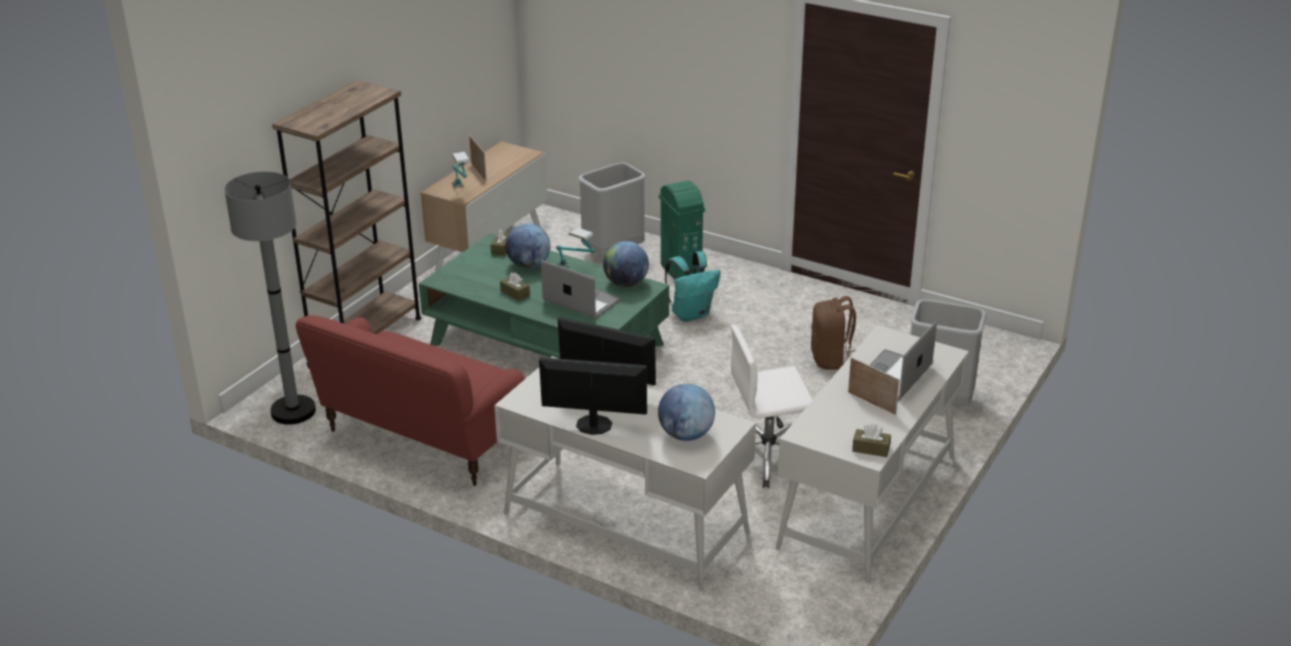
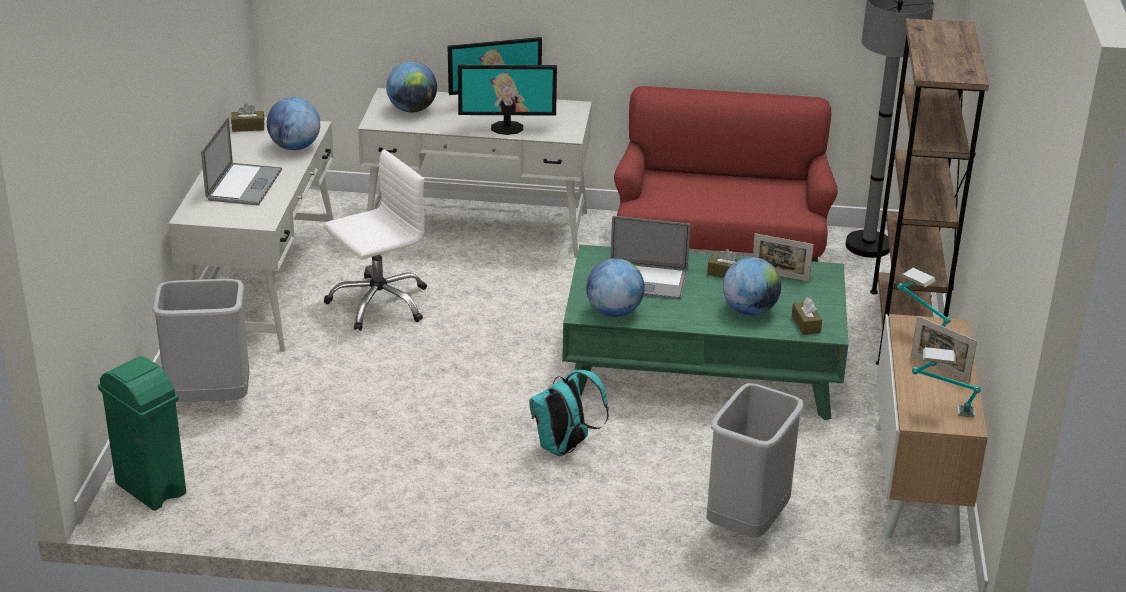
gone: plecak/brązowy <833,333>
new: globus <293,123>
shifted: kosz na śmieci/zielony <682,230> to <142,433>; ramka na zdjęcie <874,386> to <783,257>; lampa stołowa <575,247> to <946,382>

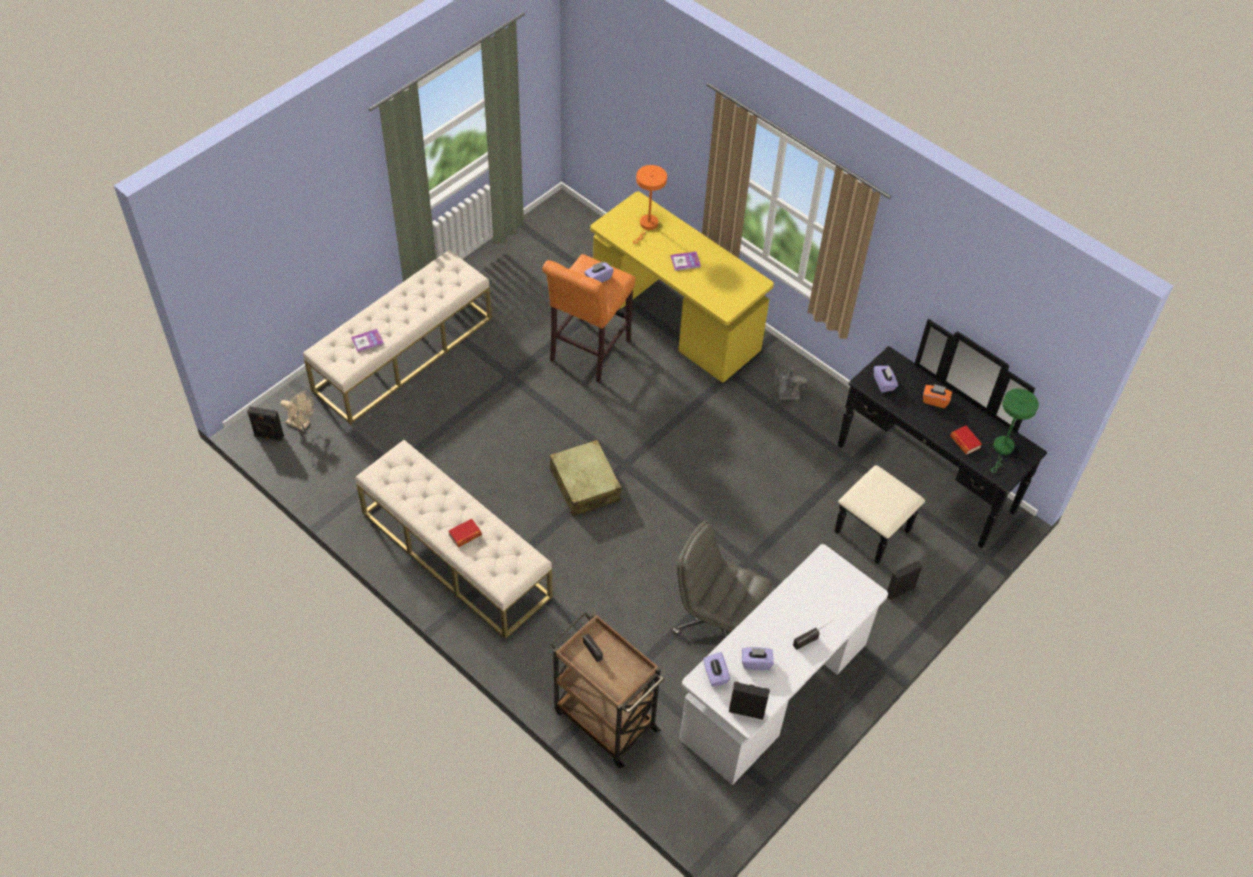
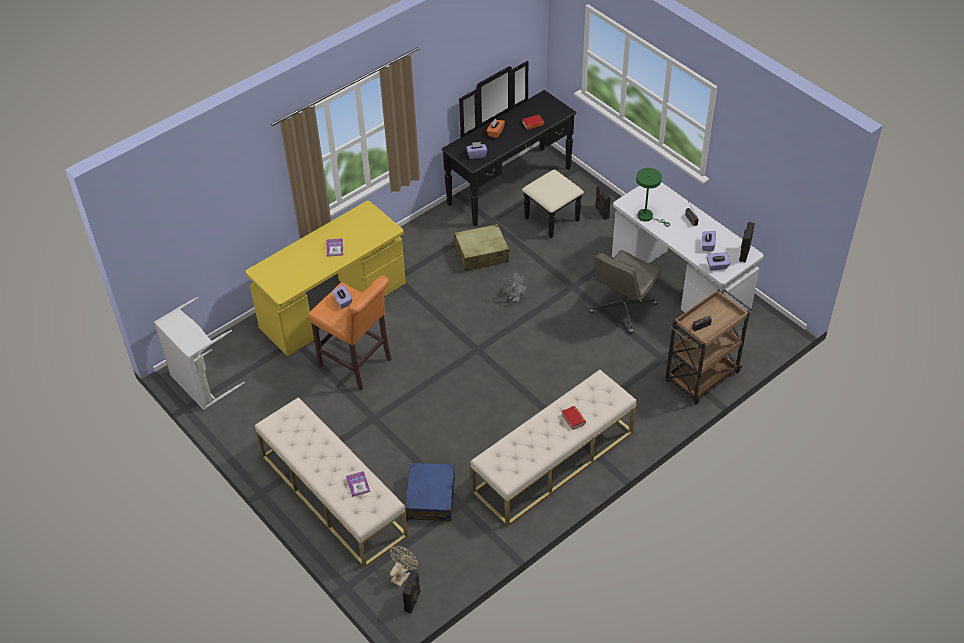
gone: lampa stołowa/pomarańczowy <650,204>
new: kosz na pranie/szary <199,353>; walizka/niebieski <430,492>
shifted: walizka/beżowy <585,478> to <481,247>; wentylator/szary <790,380> to <514,287>; lampa stołowa/zielony <1015,430> to <653,197>

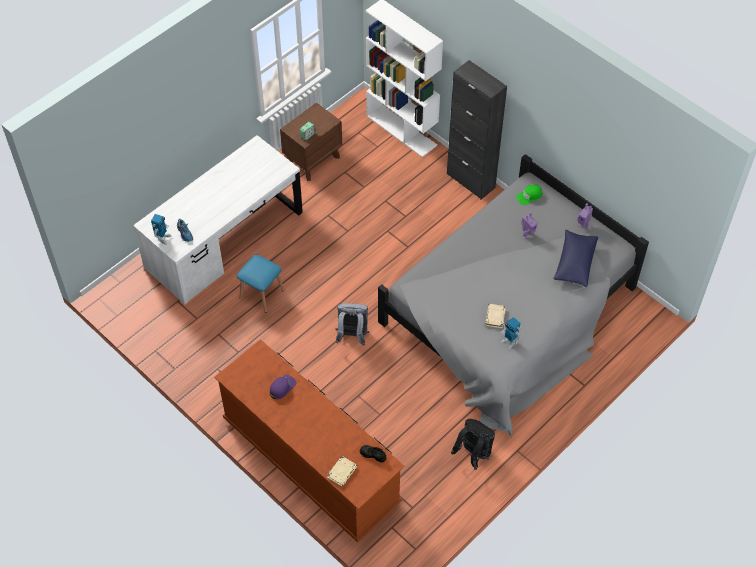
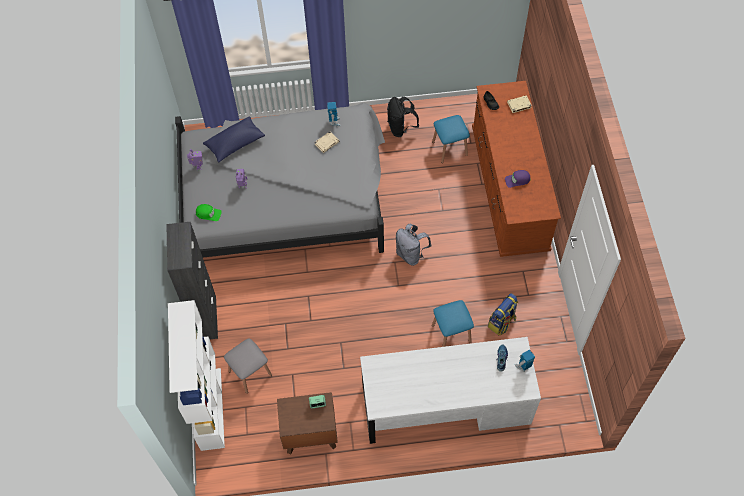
new: stołek/szary <248,366>; stołek/niebieski <451,139>; plecak <503,314>

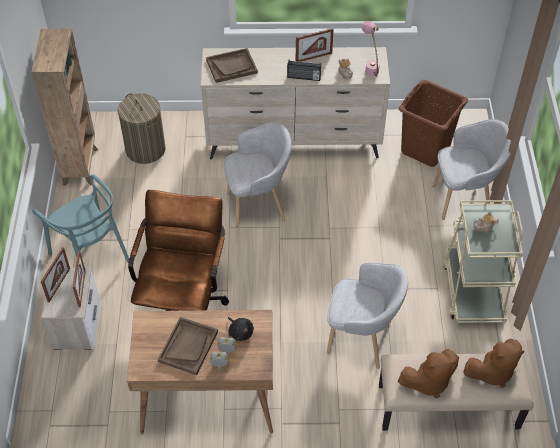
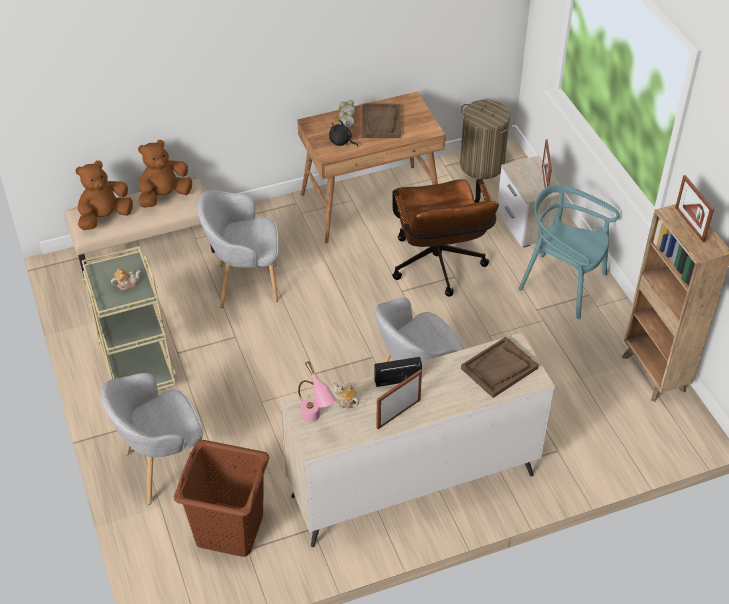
shifted: kosz na pranie <142,128> to <486,139>; ramka na zdjęcie <79,278> to <694,208>

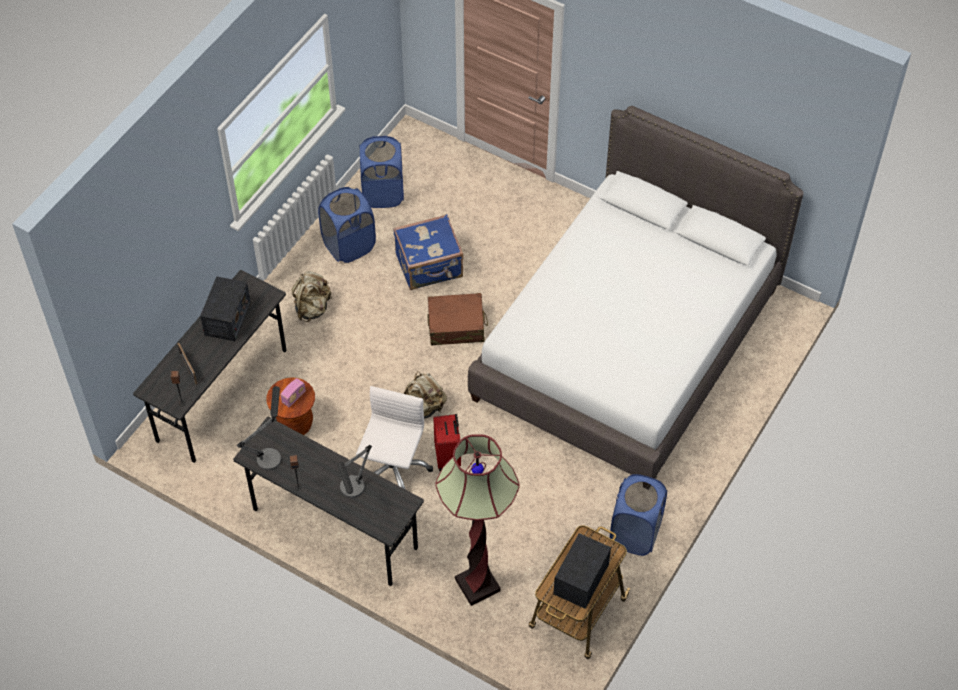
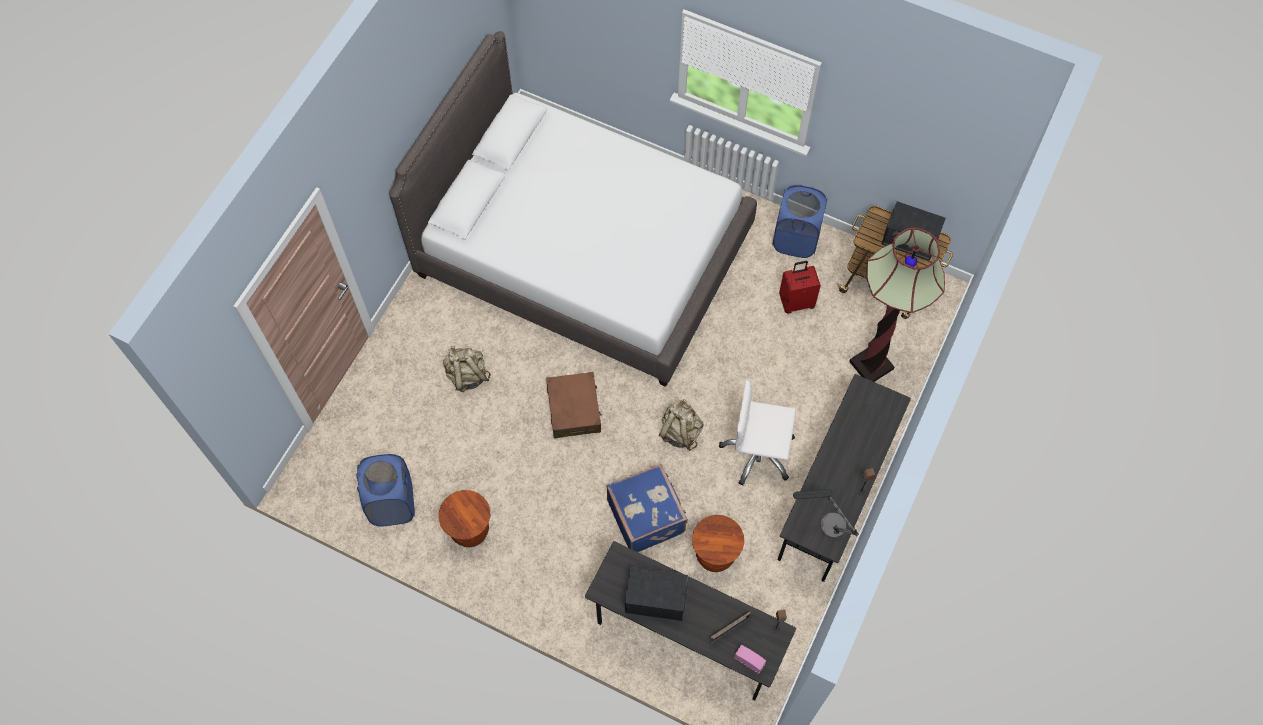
gone: lampa stołowa <355,471>
shifted: plecak/beżowy <312,296> to <467,369>; walizka/niebieski <428,252> to <647,508>; radio <293,392> to <750,659>; walizka/czerwony <447,442> to <800,287>
swapped: kosz na pranie/niebieski <347,225> to stołek/brązowy <464,518>

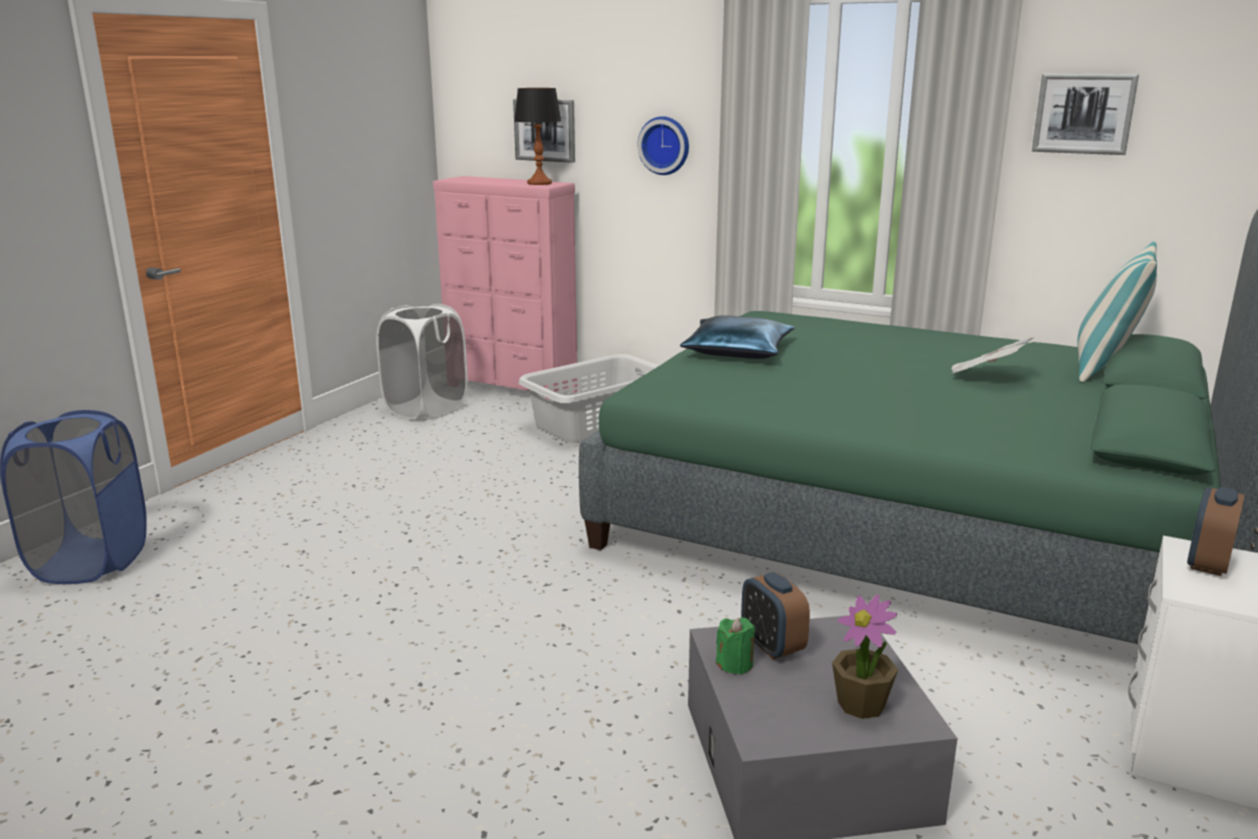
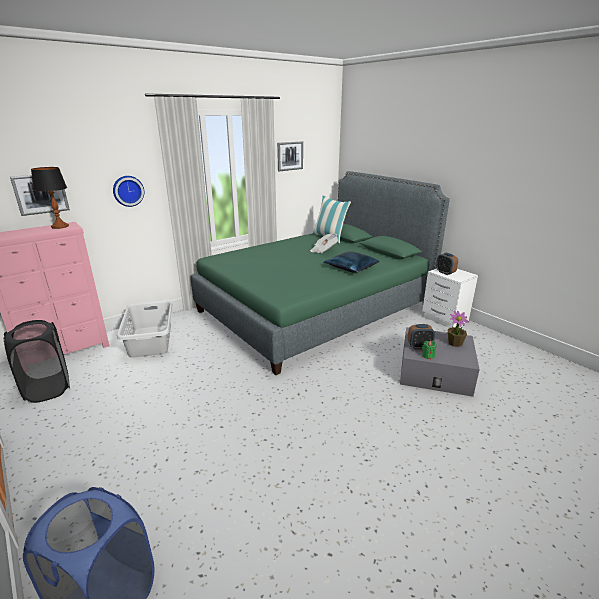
shifted: poduszka/niebieski <737,337> to <351,261>
repainted: kosz na pranie/biały <422,362> to kosz na pranie/czarny <36,361>

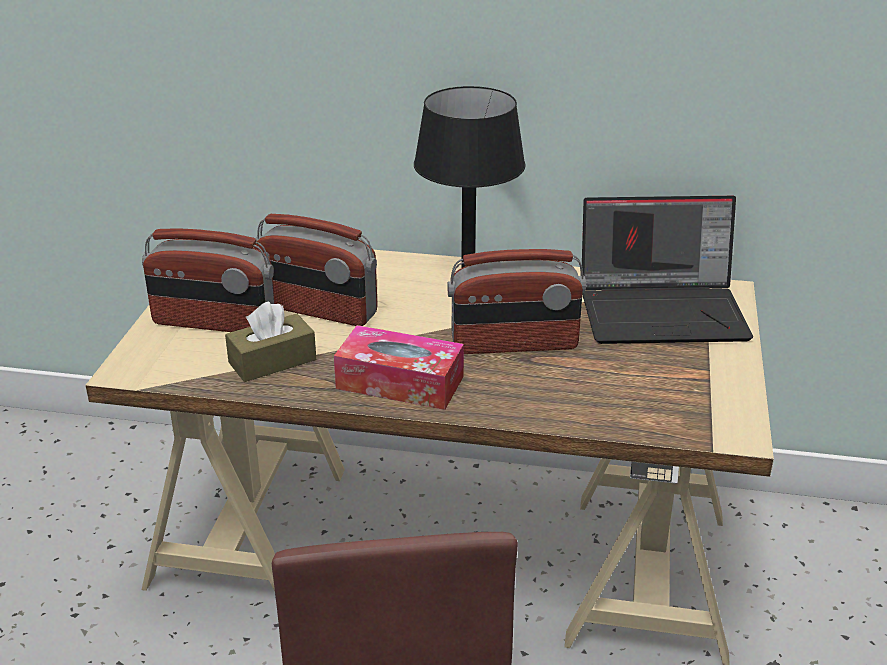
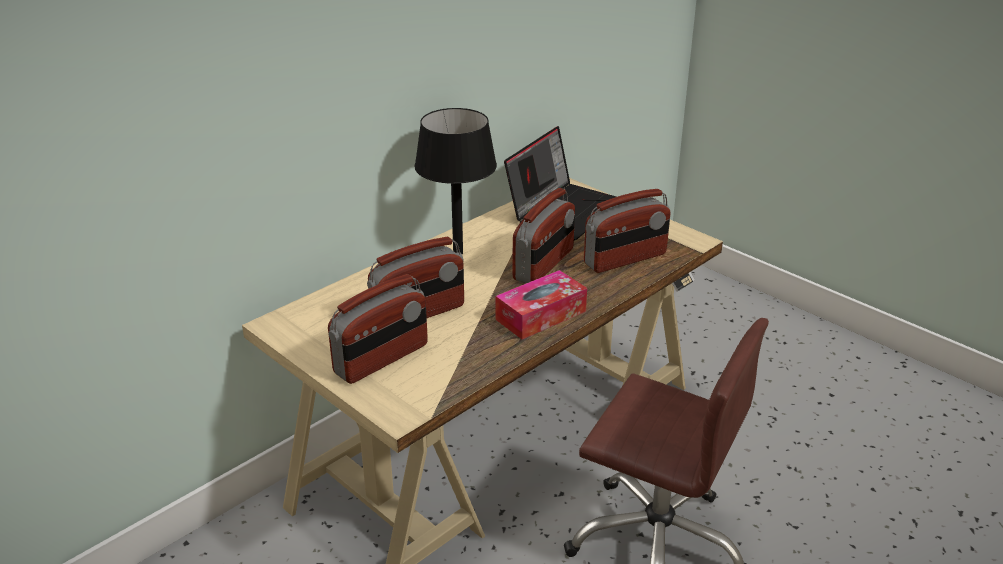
gone: pudełko chusteczek/brązowy <270,341>
new: radio <627,231>

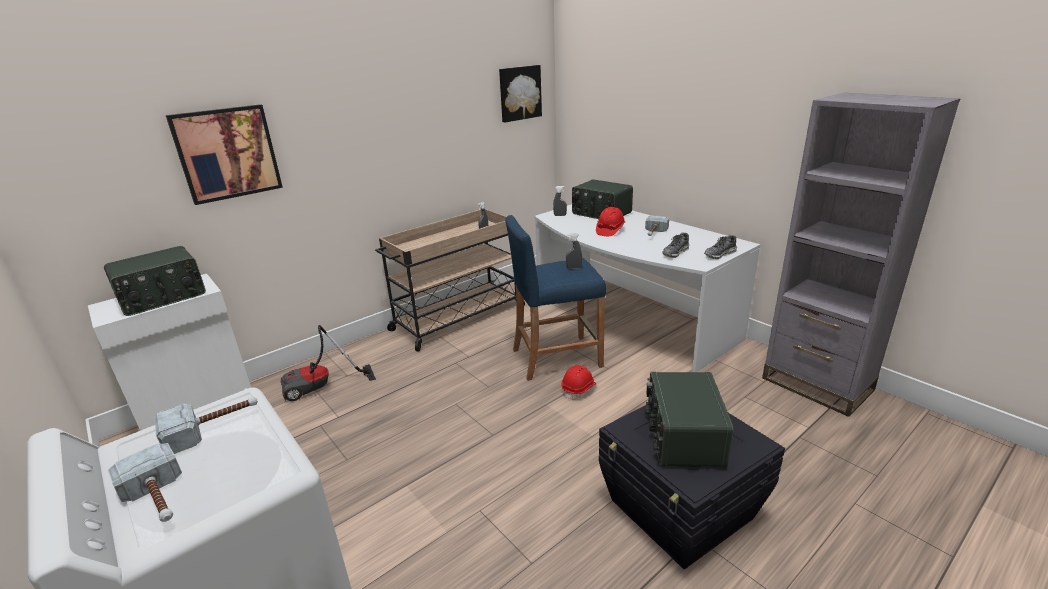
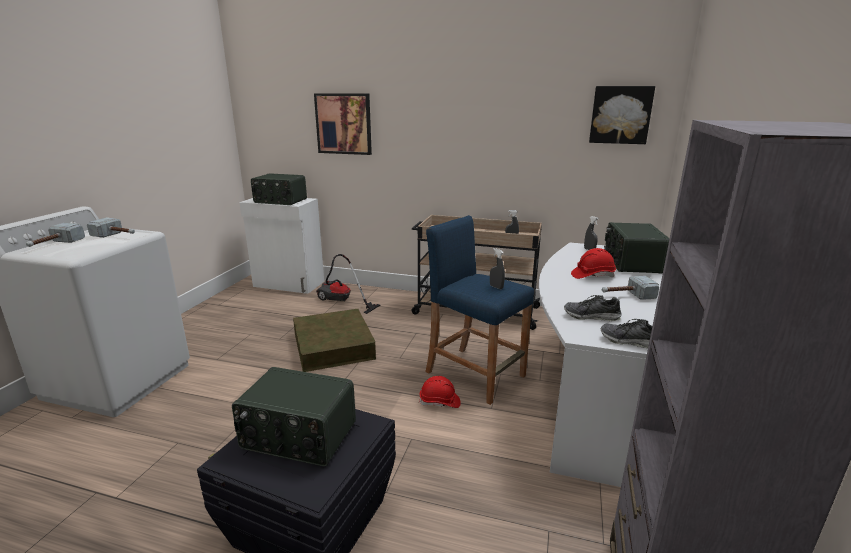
new: pojemnik do przechowywania/brązowy <334,340>
rotated: radio <689,420> = <294,416> 135 degrees counterclockwise

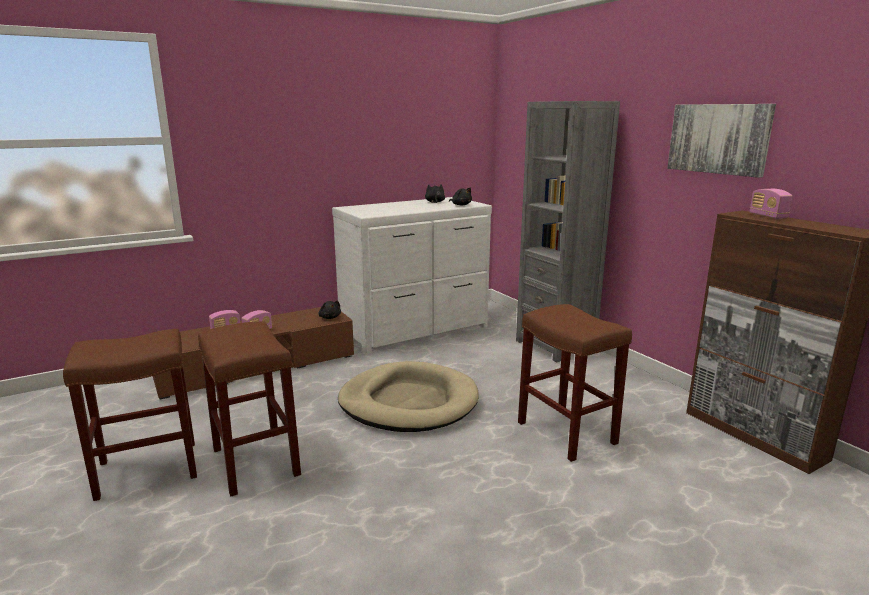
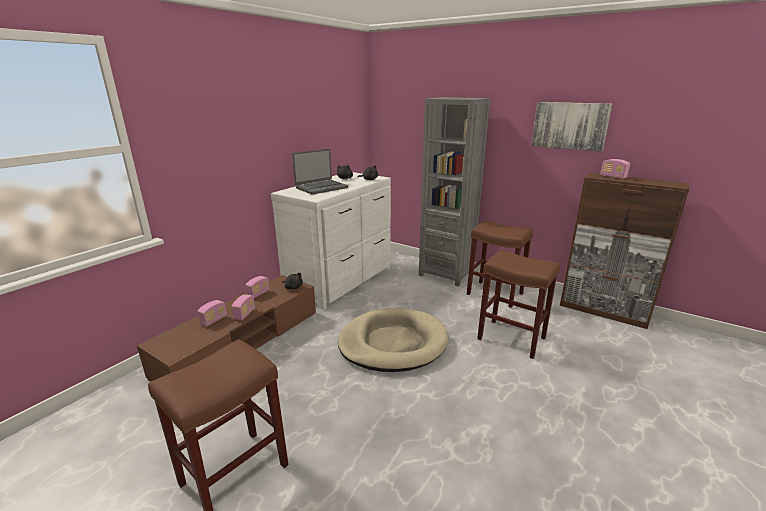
new: radio <257,287>; laptop <320,172>
shifted: stołek/brązowy <249,409> to <500,264>

